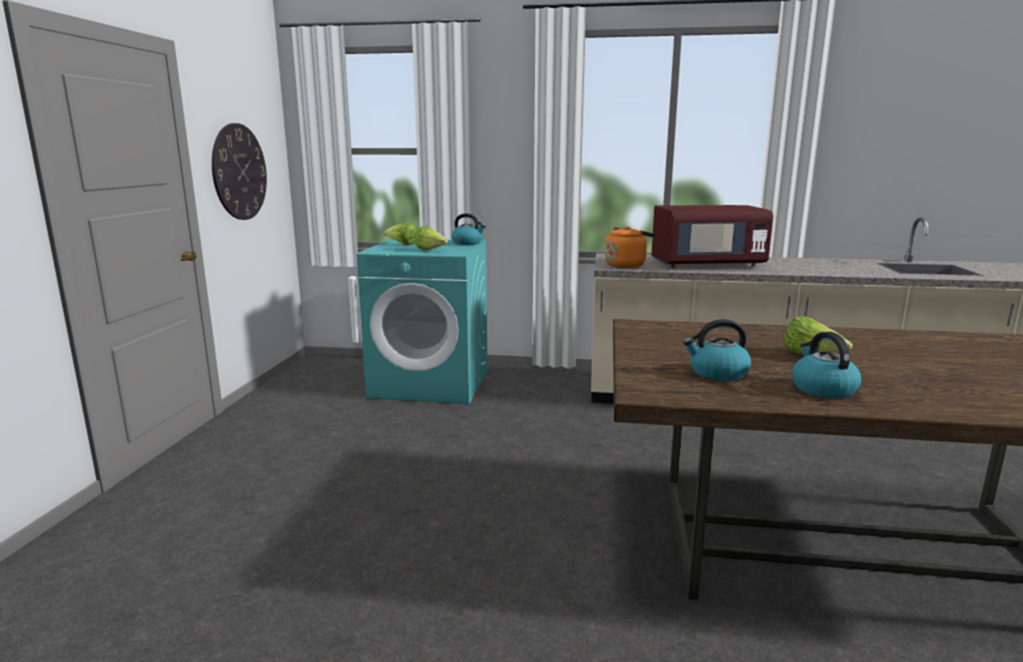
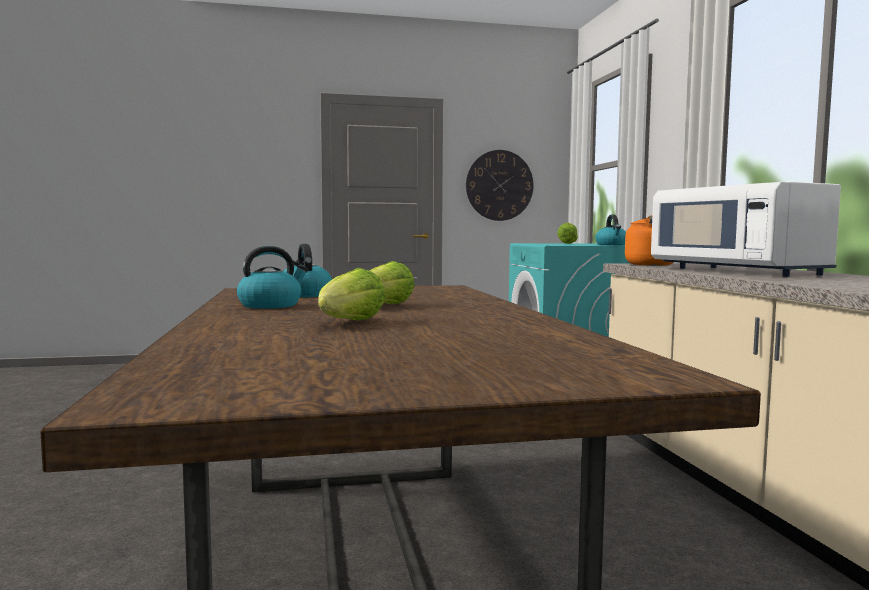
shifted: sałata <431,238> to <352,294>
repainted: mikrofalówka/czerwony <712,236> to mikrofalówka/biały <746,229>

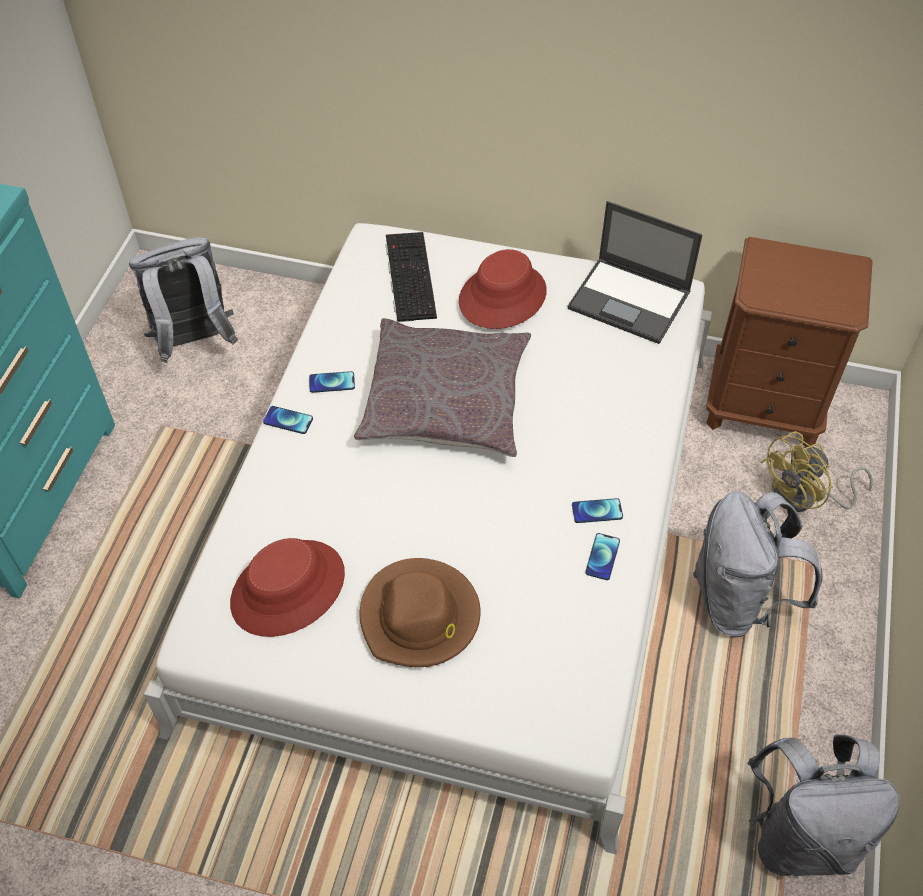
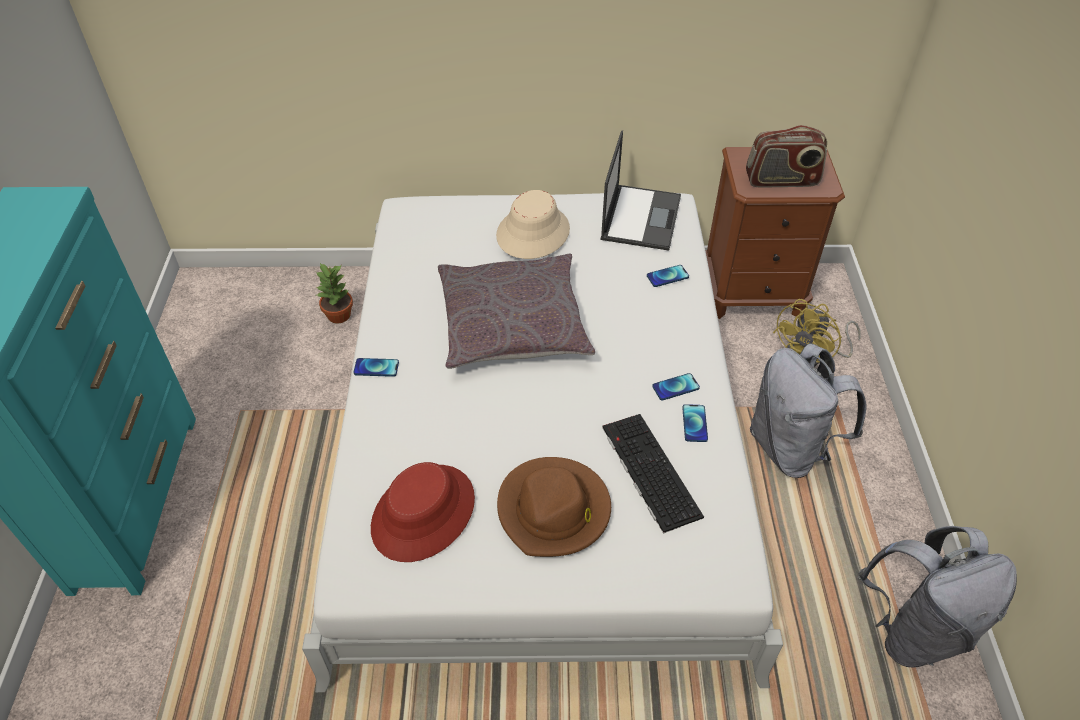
gone: plecak/szary <183,300>
new: roślina doniczkowa <334,293>; radio <786,156>
shifted: klawiatura <411,277> to <653,474>; telefon <332,382> to <668,276>
repainted: kapelusz/czerwony <503,289> to kapelusz/beżowy <533,224>
rotated: laptop <635,272> = <640,191> 90 degrees counterclockwise

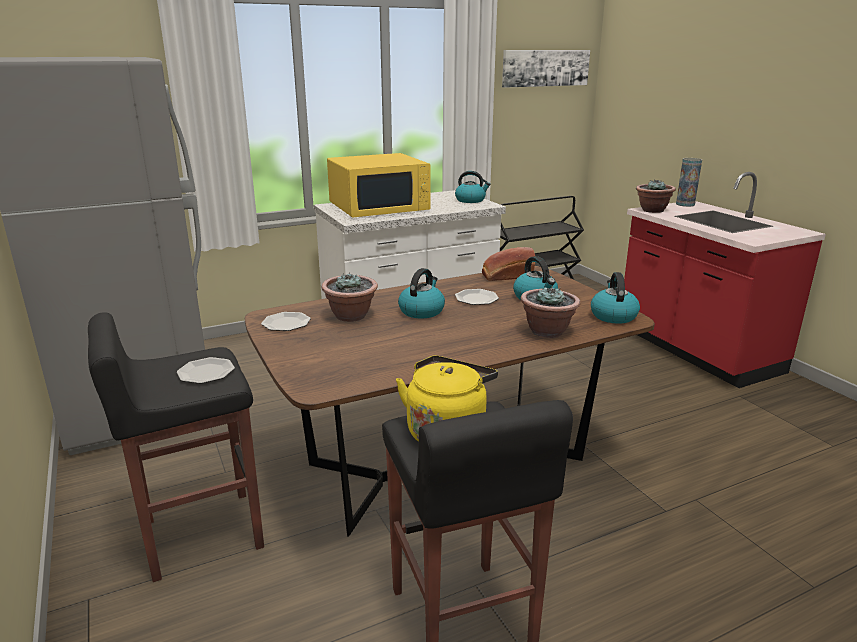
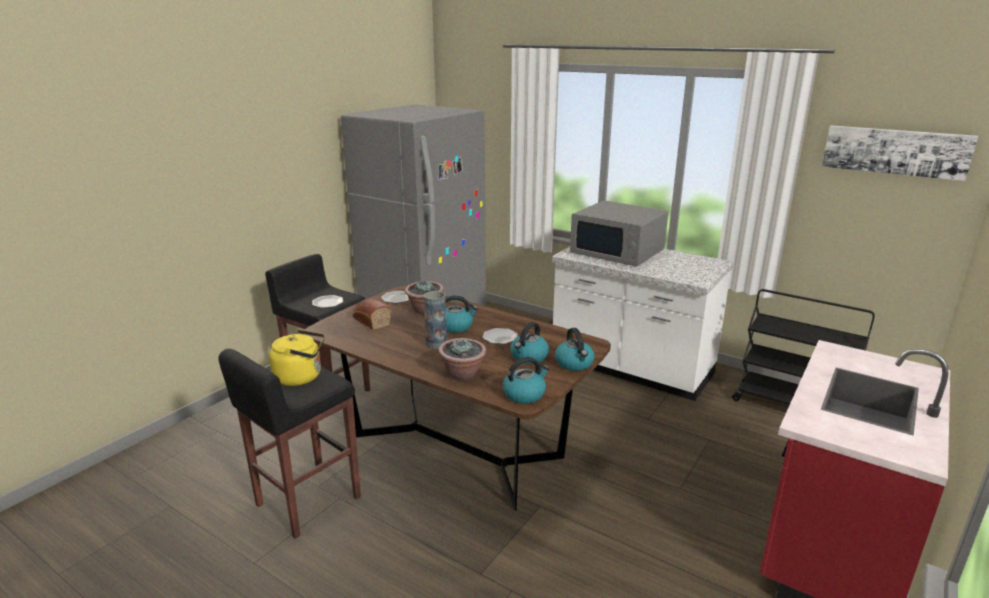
gone: roślina doniczkowa <656,196>
shifted: chleb <508,264> to <371,314>; wazon <689,182> to <435,320>; czajnik <473,187> to <574,349>
repainted: mikrofalówka/żółty <379,185> to mikrofalówka/szary <619,233>

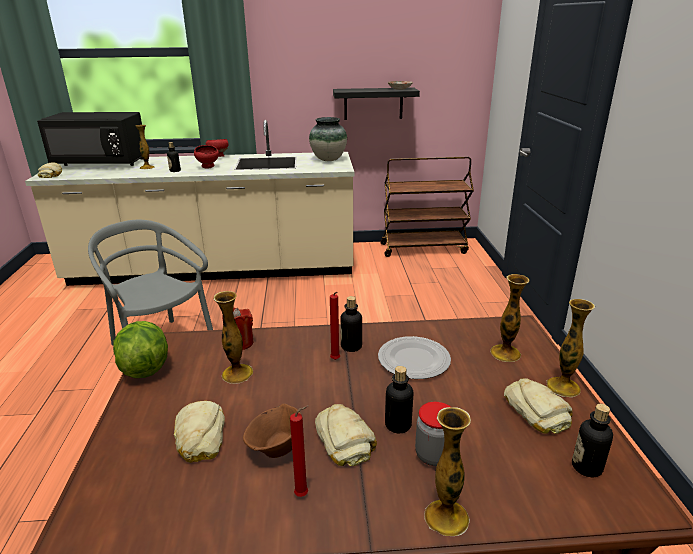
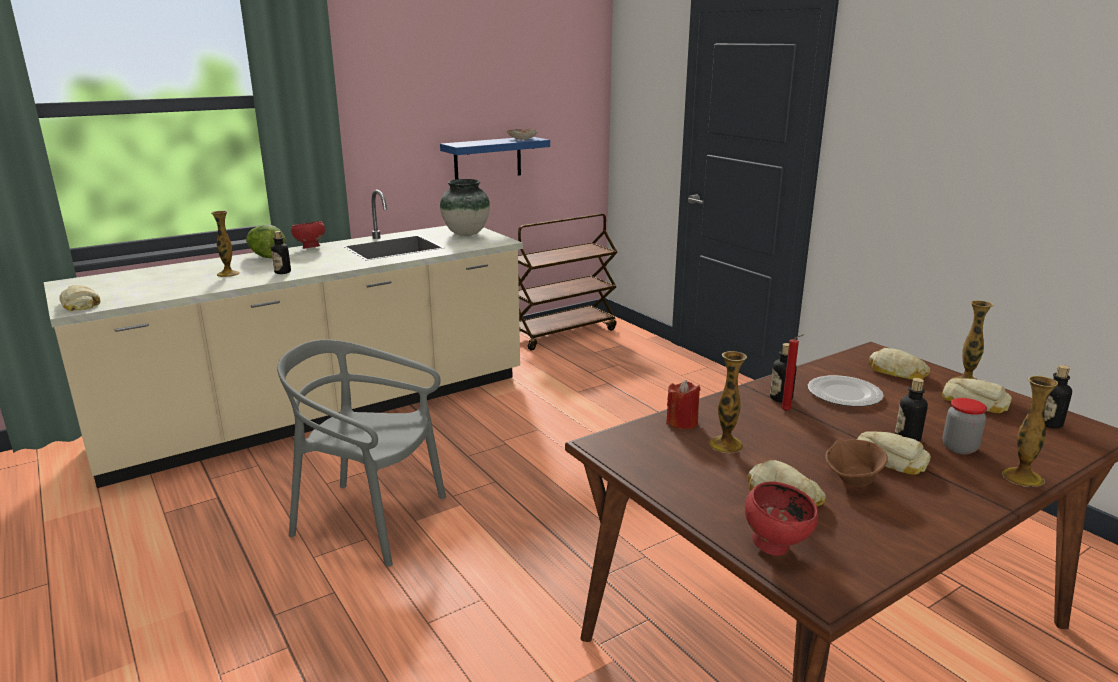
gone: mikrofalówka/czarny <90,139>; świeca/czerwony <299,451>
shifted: sałata <140,349> to <266,241>; miska/czerwony <206,157> to <781,518>
swapped: wazon <510,318> to chleb <899,364>
repainted: półka/czarny <376,103> to półka/niebieski <495,158>

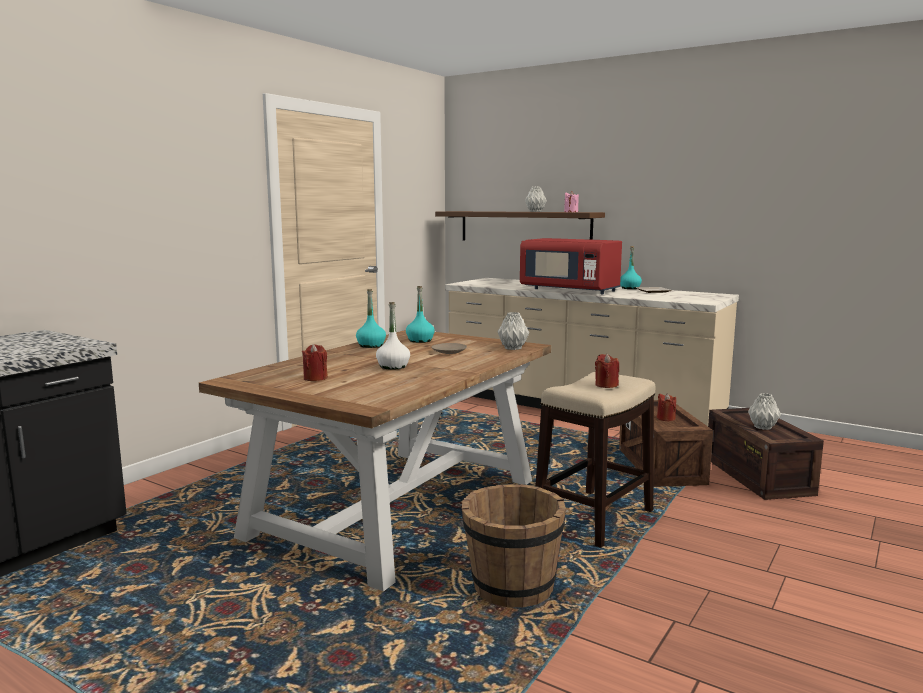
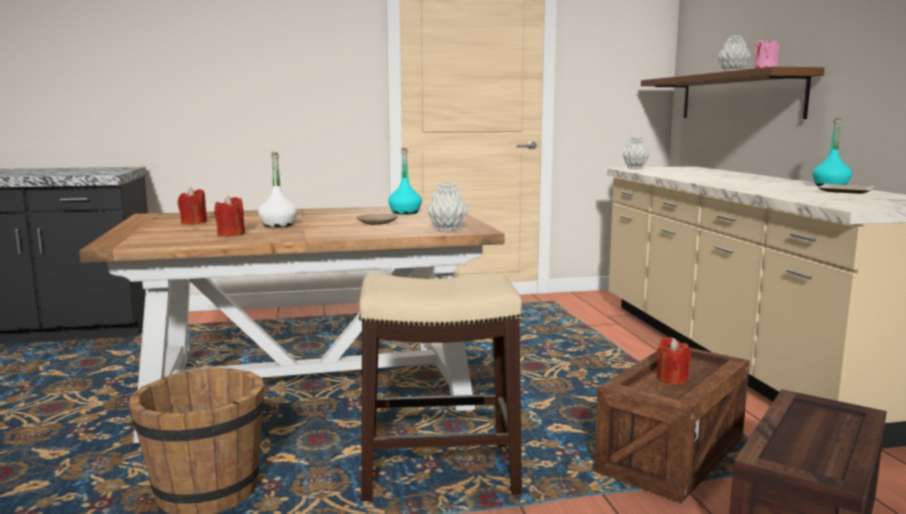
gone: butelka/turkusowy <371,318>; mikrofalówka/czerwony <571,266>
shifted: świeca/czerwony <607,371> to <229,215>; wazon/szary <764,411> to <636,153>

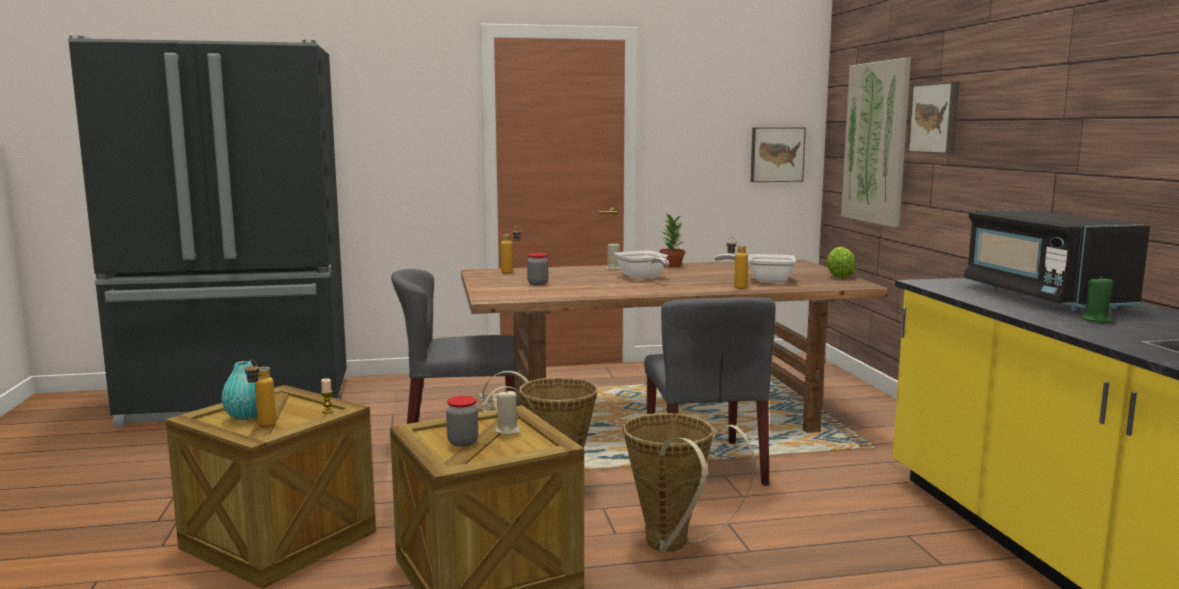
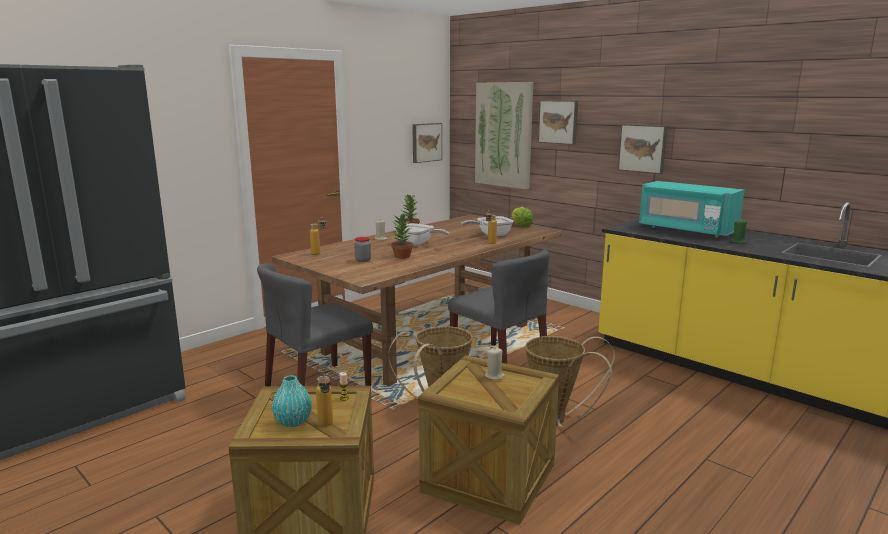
gone: słoik <462,421>
new: roślina doniczkowa <402,236>; obraz <643,149>
repainted: mikrofalówka/czarny <1057,260> to mikrofalówka/turkusowy <691,209>

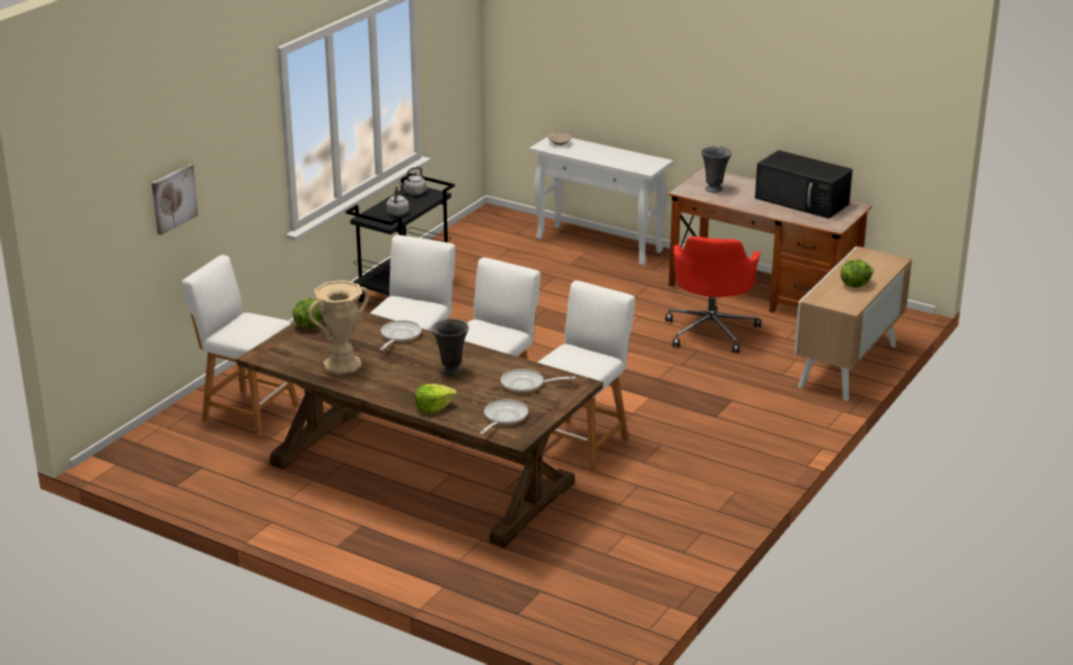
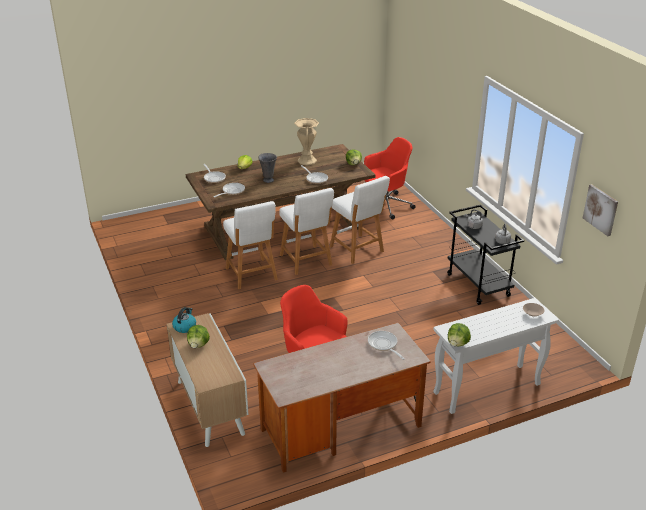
gone: mikrofalówka/czarny <804,184>
new: czajnik <184,320>; sałata <459,334>
shifted: obraz <175,199> to <600,210>
swapped: stołek/biały <240,346> to krzesło biurowe/czerwony <390,178>; wazon/szary <716,169> to patelnia <386,345>

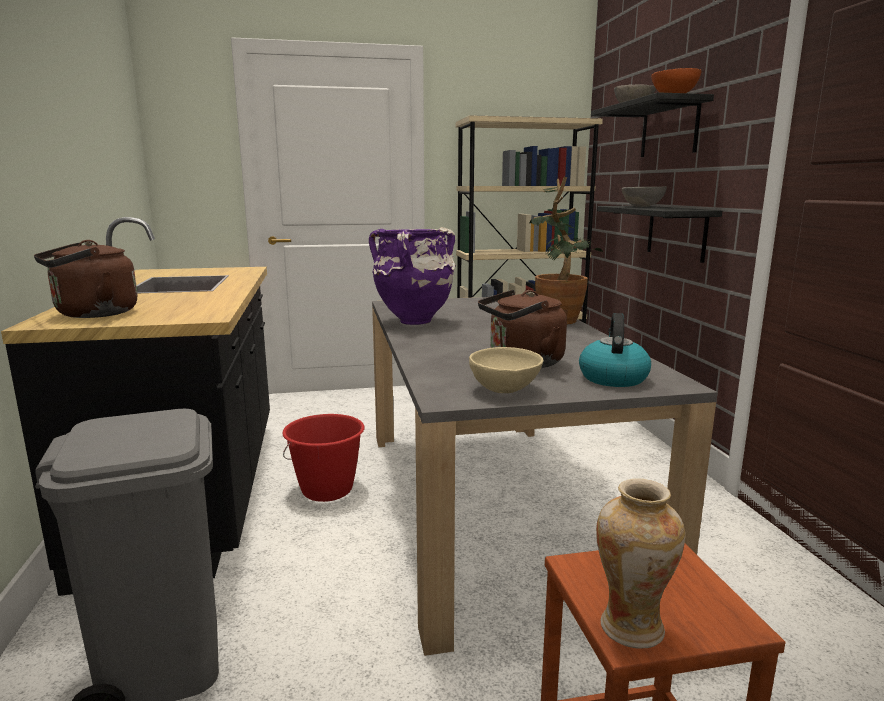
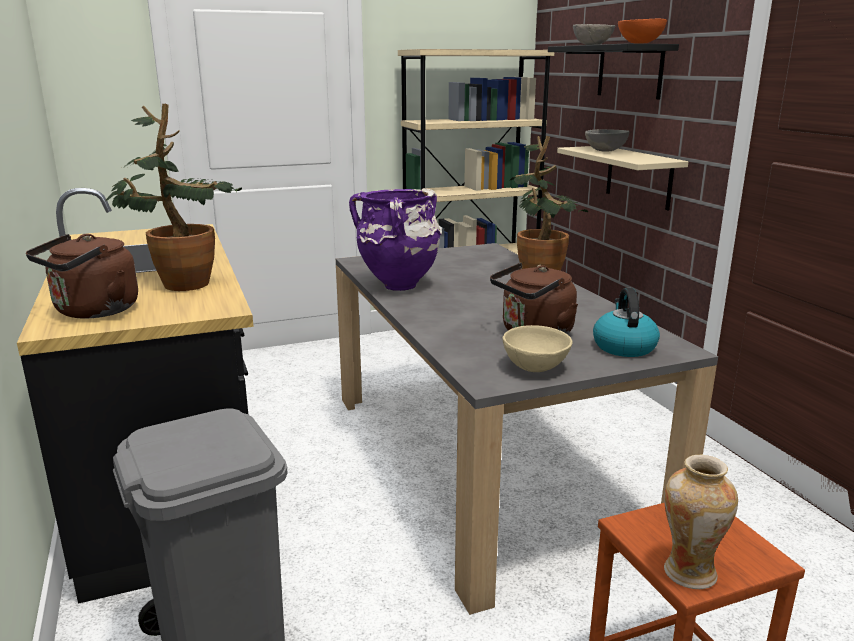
gone: wiadro/czerwony <323,458>
new: roślina doniczkowa <173,197>
repainted: półka/czarny <659,234> to półka/beżowy <622,178>

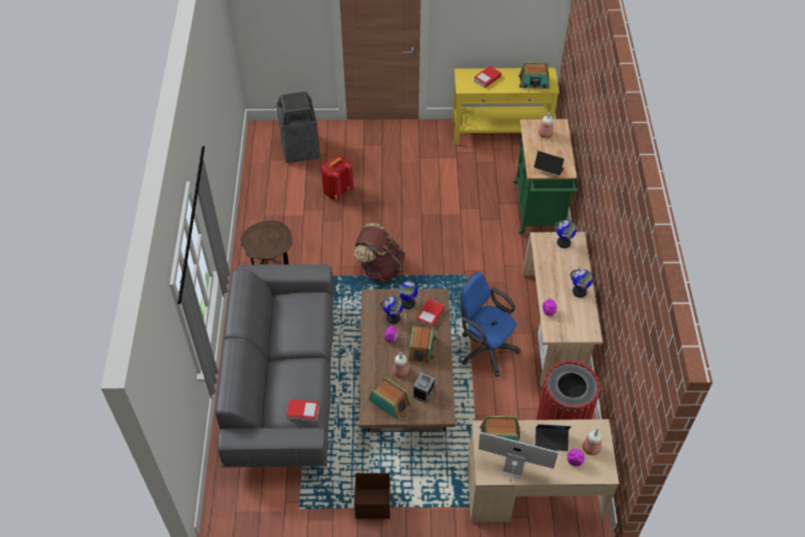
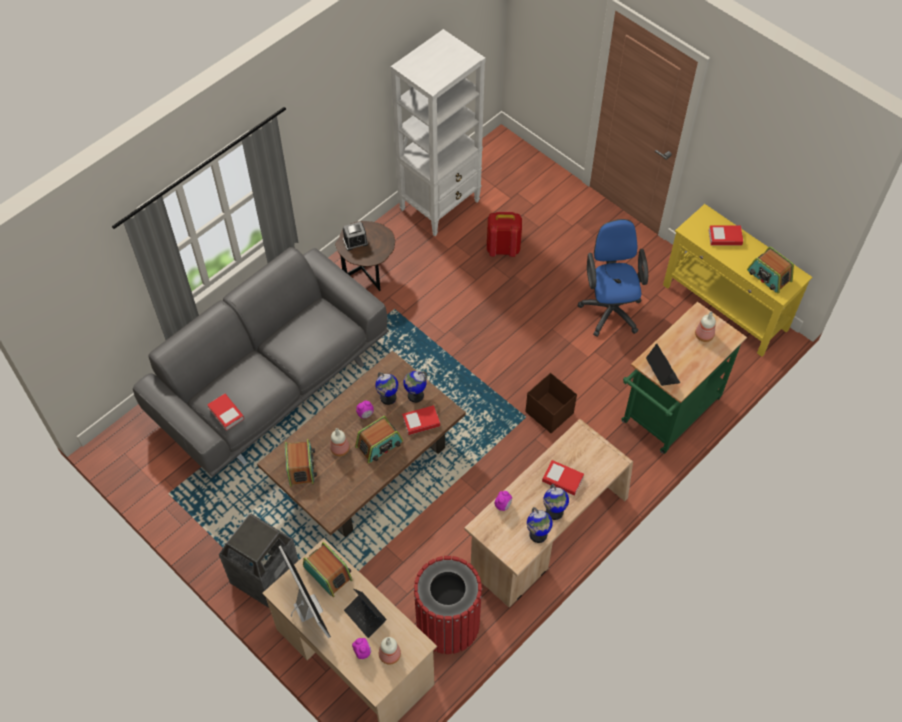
gone: plecak/brązowy <379,252>
new: regał/biały <438,132>; książka <563,478>
shifted: kosz na śmieci <298,127> to <259,561>; budzik <424,387> to <355,236>; pojemnik do przechowywania/brązowy <372,496> to <551,403>; globus <565,234> to <540,525>; krzesło biurowe/niebieski <490,324> to <613,278>

